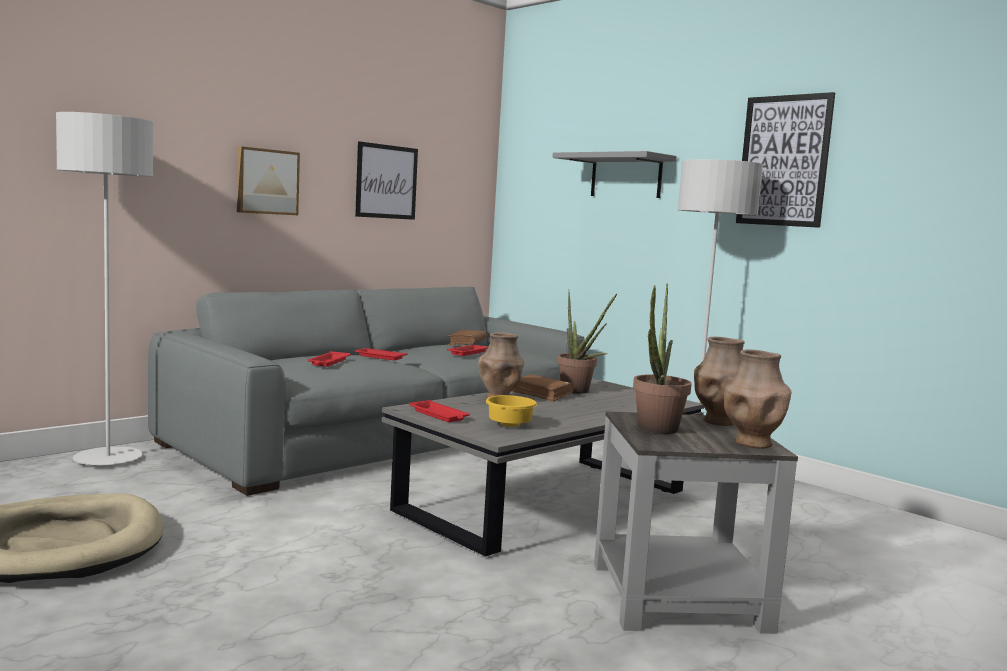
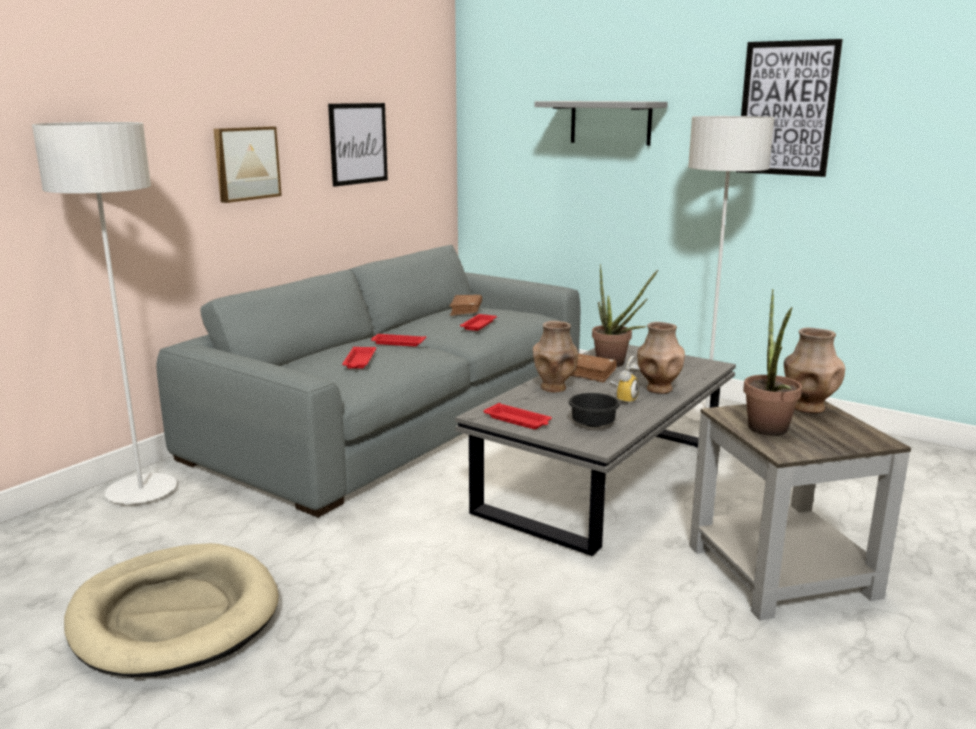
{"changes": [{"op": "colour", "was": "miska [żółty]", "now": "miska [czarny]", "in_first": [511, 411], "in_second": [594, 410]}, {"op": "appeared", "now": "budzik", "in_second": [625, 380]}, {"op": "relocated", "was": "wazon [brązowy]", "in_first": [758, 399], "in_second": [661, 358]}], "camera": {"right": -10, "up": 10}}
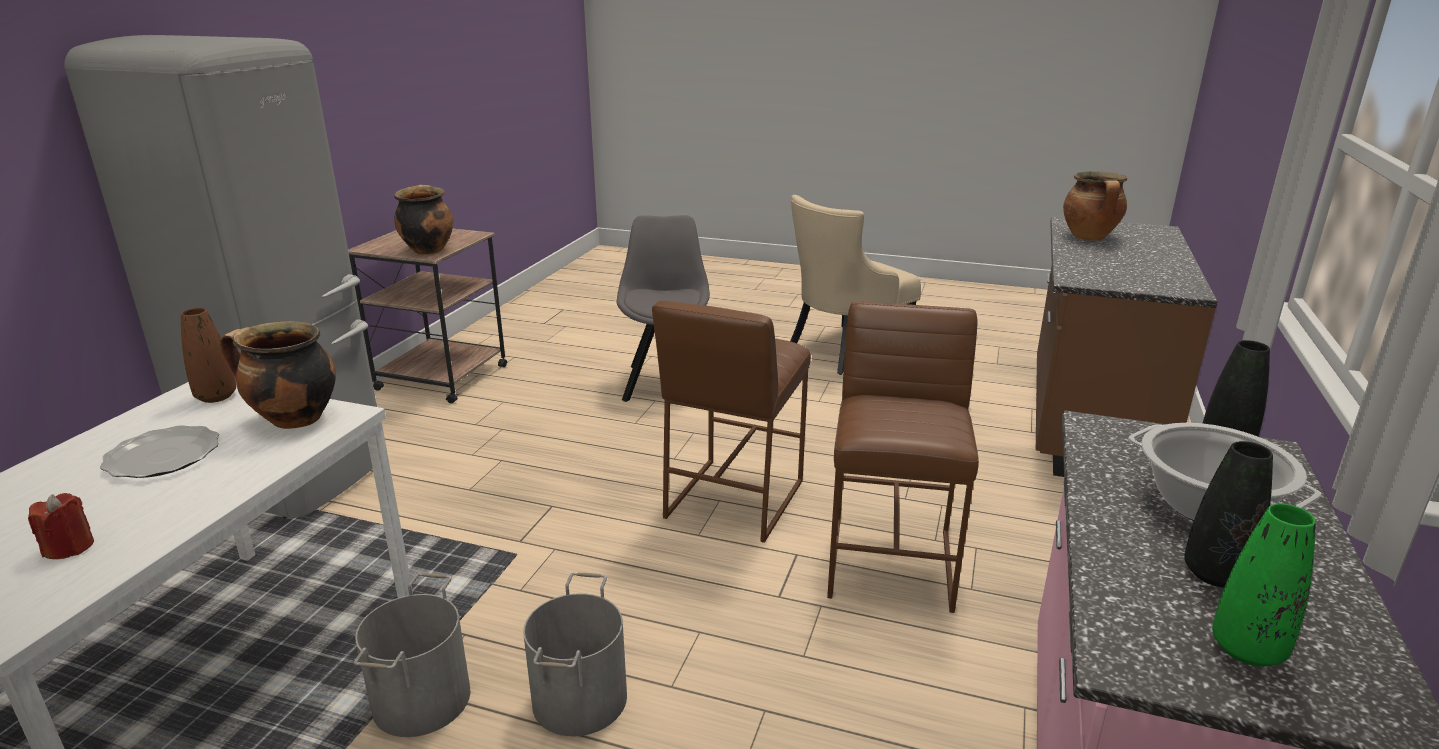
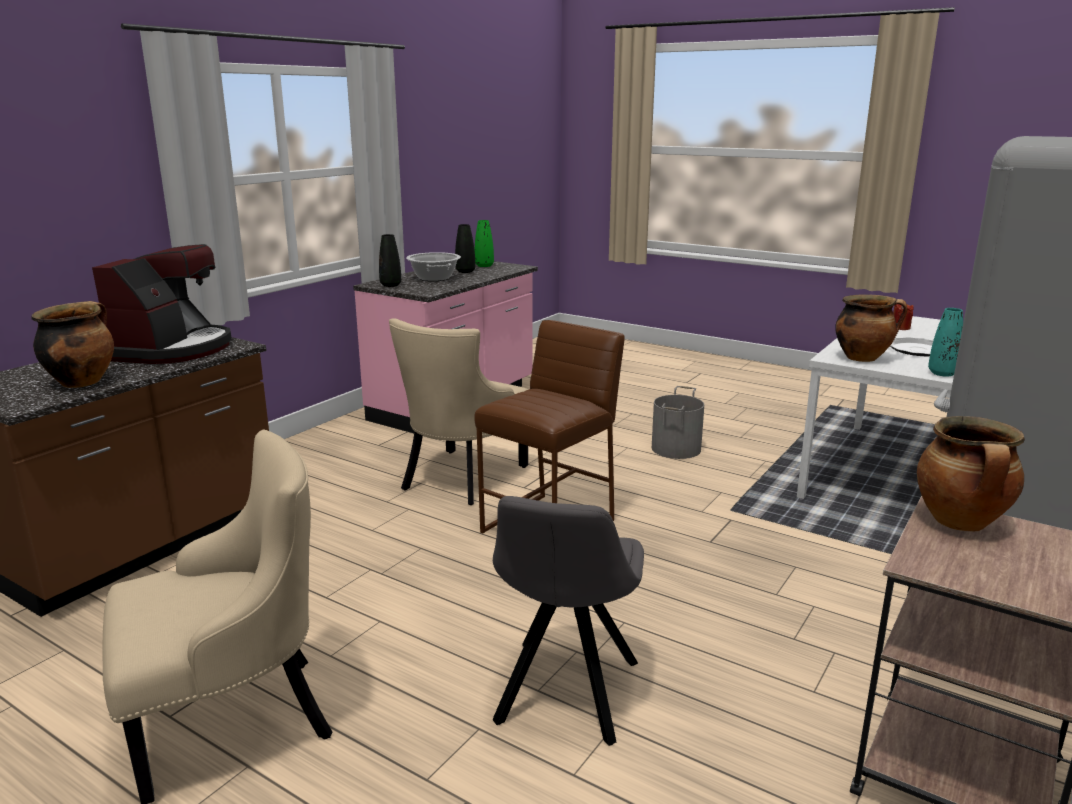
{"changes": [{"op": "appeared", "now": "ekspres do kawy", "in_second": [162, 304]}, {"op": "exchanged", "was": "stołek [brązowy]", "now": "krzesło [beżowy]", "in_first": [903, 457], "in_second": [458, 411]}, {"op": "colour", "was": "wazon [brązowy]", "now": "wazon [turkusowy]", "in_first": [208, 355], "in_second": [945, 342]}, {"op": "missing", "was": "wiadro [szary]", "in_first": [412, 655]}], "camera": {"right": -165, "up": -5}}
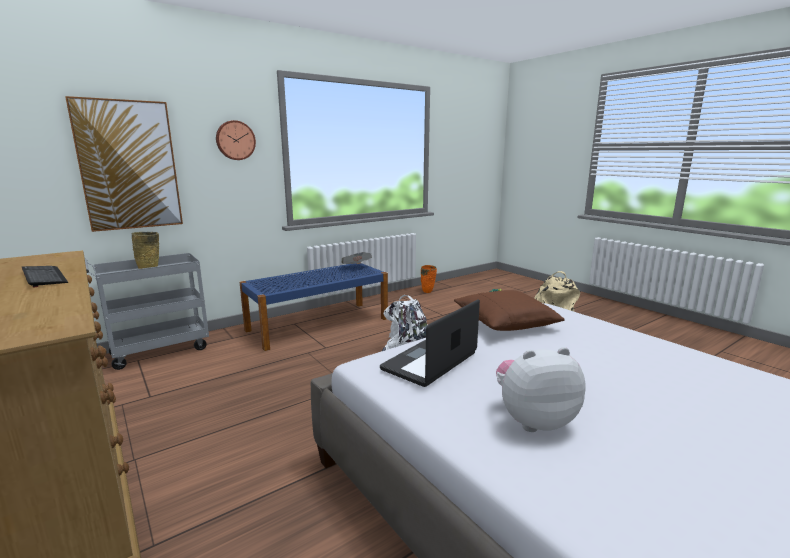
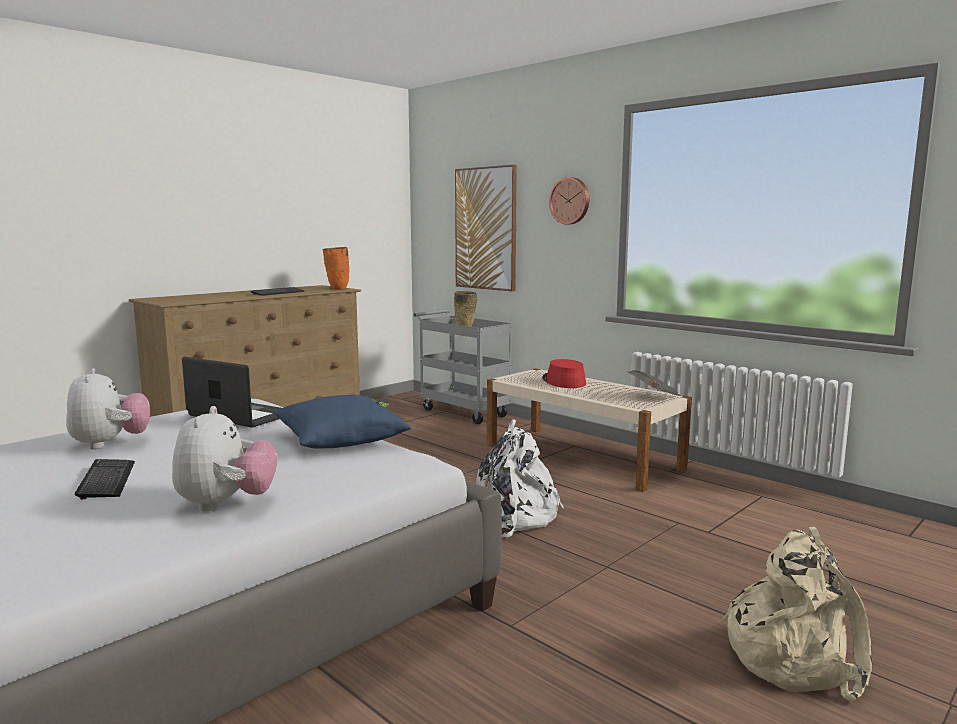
{"changes": [{"op": "appeared", "now": "klawiatura", "in_second": [105, 479]}, {"op": "appeared", "now": "pluszak", "in_second": [224, 459]}, {"op": "colour", "was": "poduszka [brązowy]", "now": "poduszka [niebieski]", "in_first": [509, 310], "in_second": [342, 422]}, {"op": "relocated", "was": "wazon [pomarańczowy]", "in_first": [429, 279], "in_second": [336, 268]}, {"op": "colour", "was": "ławka [niebieski]", "now": "ławka [beżowy]", "in_first": [313, 307], "in_second": [589, 430]}, {"op": "appeared", "now": "kapelusz [czerwony]", "in_second": [564, 373]}], "camera": {"right": 80, "up": -5}}
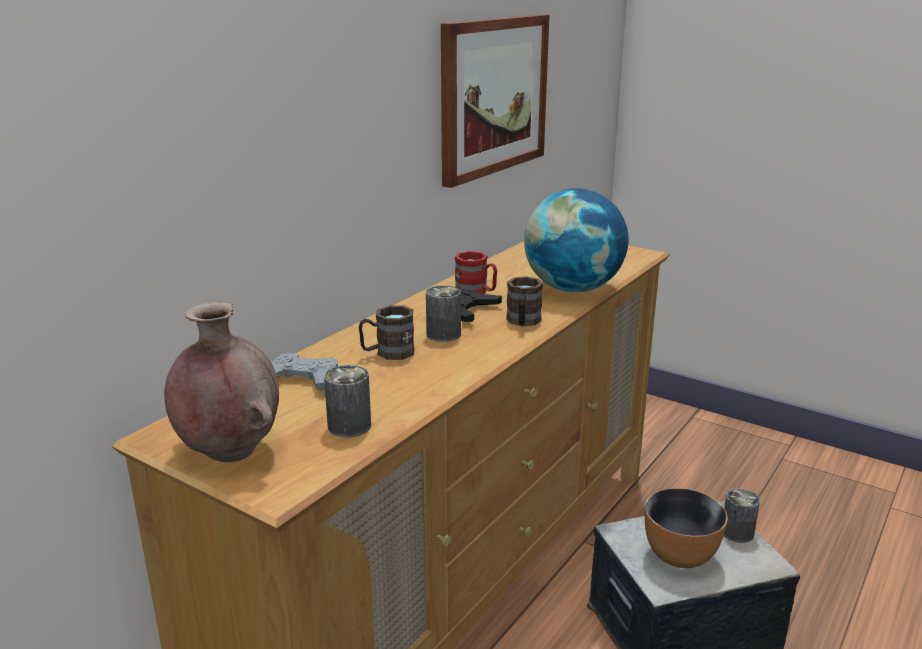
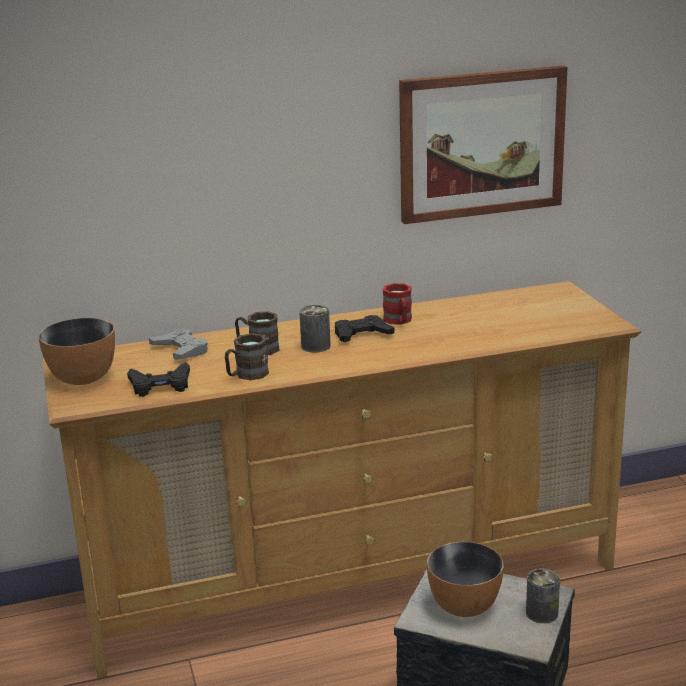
{"changes": [{"op": "exchanged", "was": "wazon [brązowy]", "now": "miska", "in_first": [221, 382], "in_second": [77, 351]}, {"op": "exchanged", "was": "puszka", "now": "pad do gier [czarny]", "in_first": [347, 401], "in_second": [158, 379]}, {"op": "relocated", "was": "kubek [brązowy]", "in_first": [524, 301], "in_second": [247, 356]}, {"op": "missing", "was": "globus", "in_first": [576, 240]}], "camera": {"right": 40, "up": 0}}
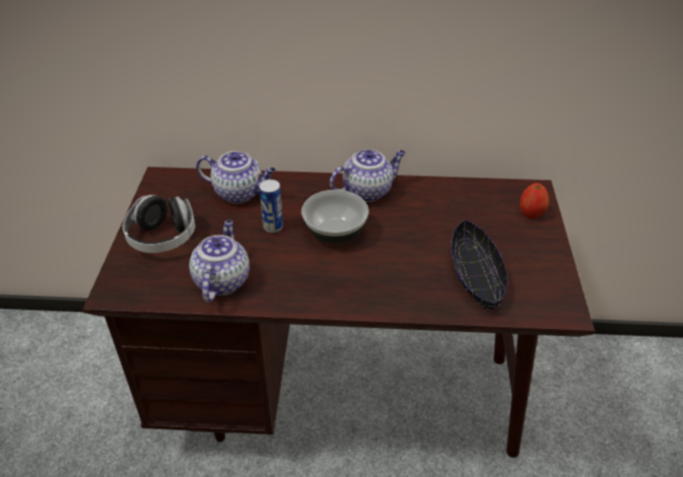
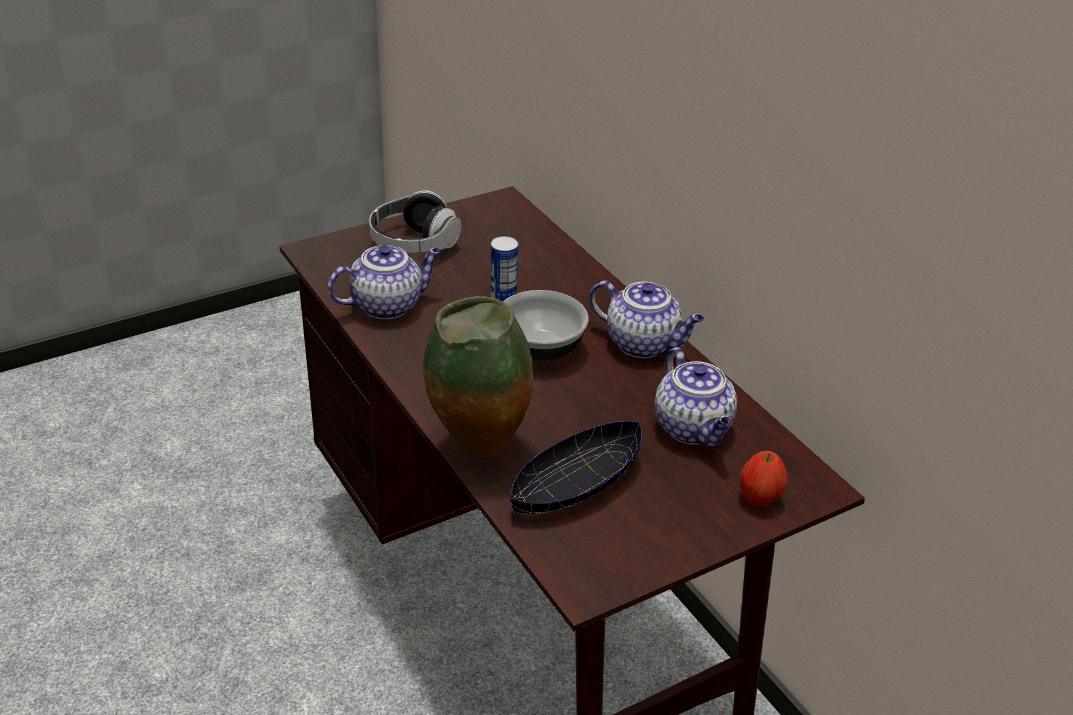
{"changes": [{"op": "appeared", "now": "wazon", "in_second": [478, 377]}, {"op": "relocated", "was": "imbryk", "in_first": [236, 177], "in_second": [696, 397]}], "camera": {"right": 55, "up": -5}}
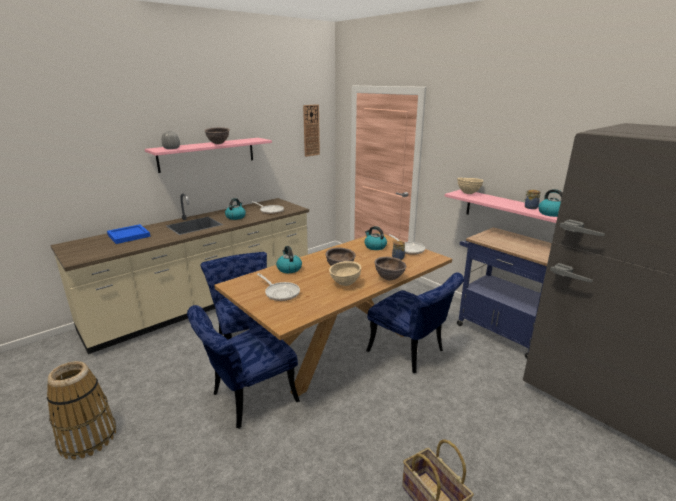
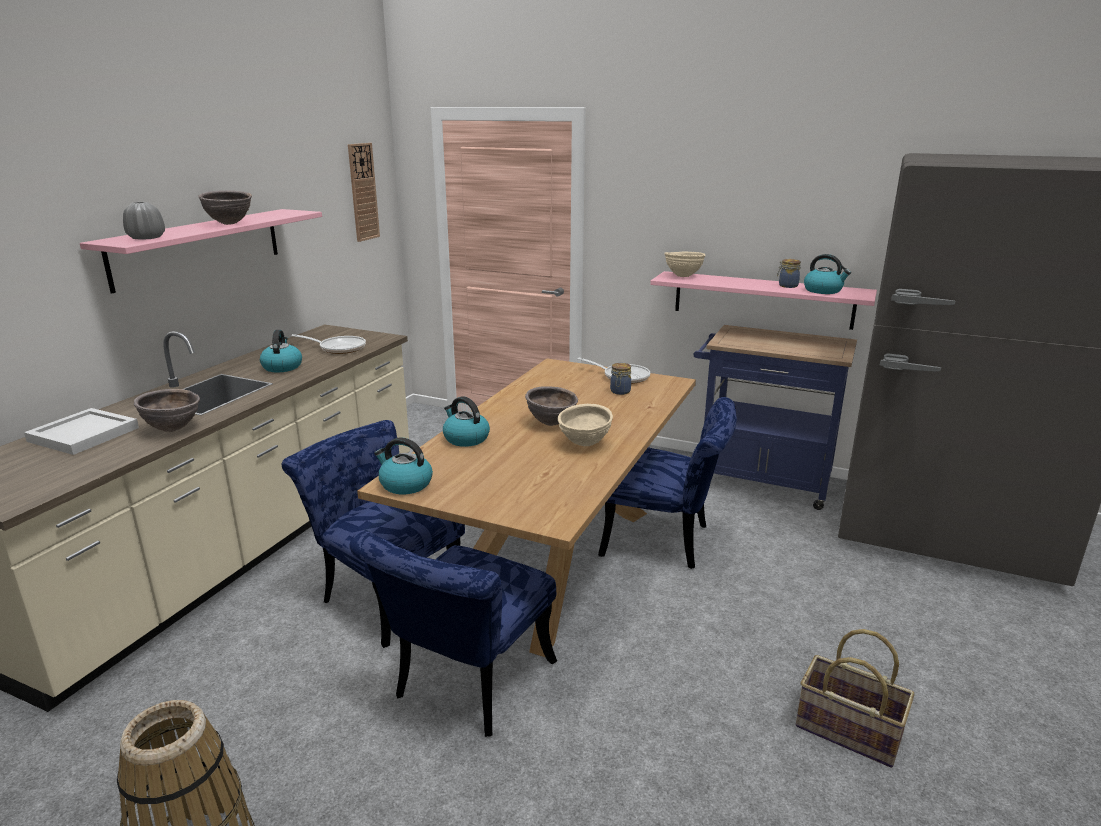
{"changes": [{"op": "colour", "was": "taca [niebieski]", "now": "taca [biały]", "in_first": [129, 234], "in_second": [81, 431]}, {"op": "relocated", "was": "miska [brązowy]", "in_first": [390, 269], "in_second": [167, 410]}, {"op": "relocated", "was": "czajnik", "in_first": [376, 238], "in_second": [403, 465]}, {"op": "missing", "was": "patelnia", "in_first": [278, 287]}], "camera": {"right": -25, "up": 0}}
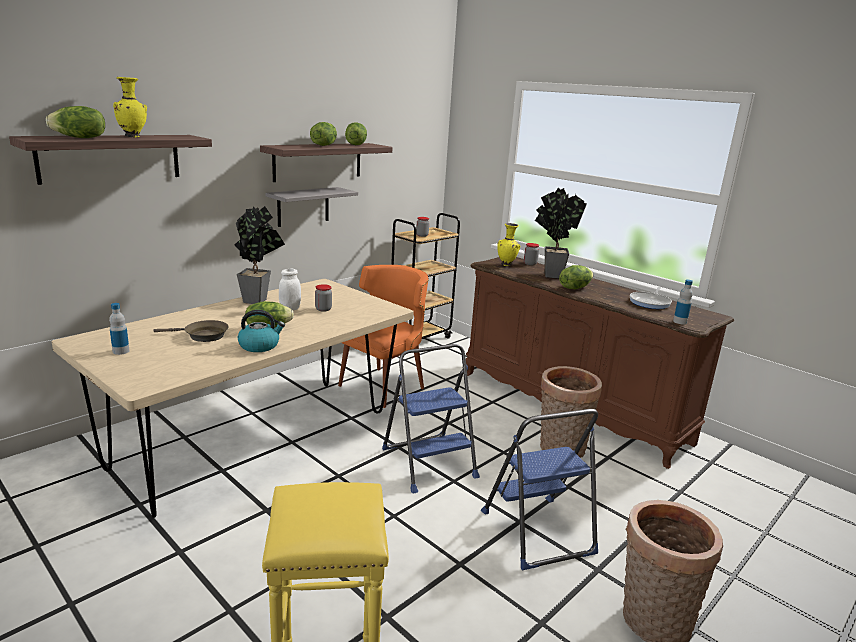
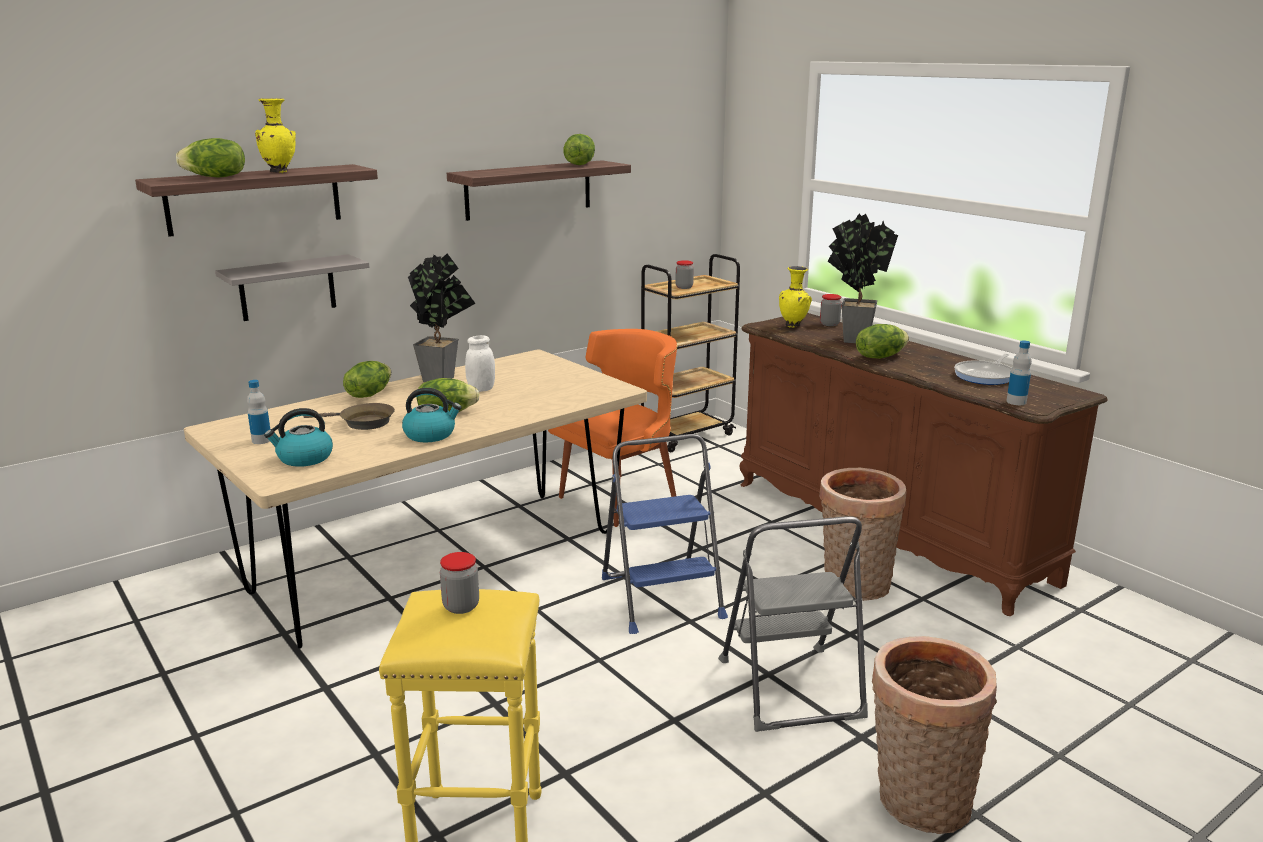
{"changes": [{"op": "relocated", "was": "półka [szary]", "in_first": [312, 207], "in_second": [292, 287]}, {"op": "appeared", "now": "czajnik", "in_second": [298, 437]}, {"op": "relocated", "was": "sałata", "in_first": [323, 134], "in_second": [367, 379]}, {"op": "relocated", "was": "słoik", "in_first": [323, 298], "in_second": [459, 583]}, {"op": "colour", "was": "drabinka [niebieski]", "now": "drabinka [szary]", "in_first": [539, 489], "in_second": [793, 624]}], "camera": {"right": 10, "up": 0}}
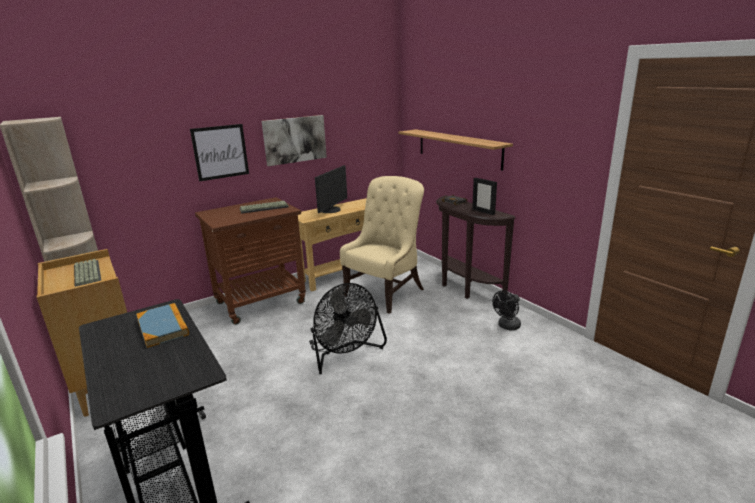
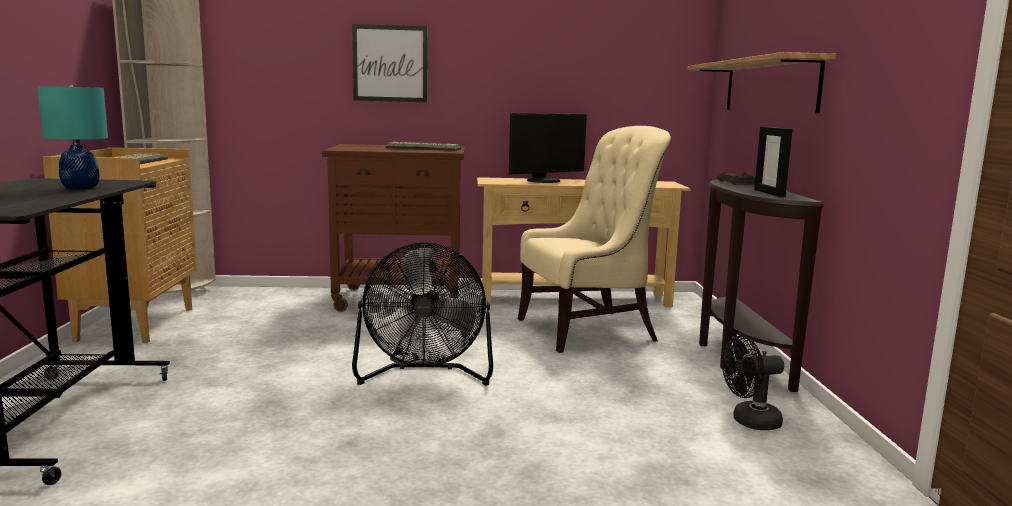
{"changes": [{"op": "exchanged", "was": "książka", "now": "lampa stołowa [turkusowy]", "in_first": [162, 325], "in_second": [72, 137]}, {"op": "missing", "was": "obraz", "in_first": [294, 140]}], "camera": {"right": 30, "up": -10}}
